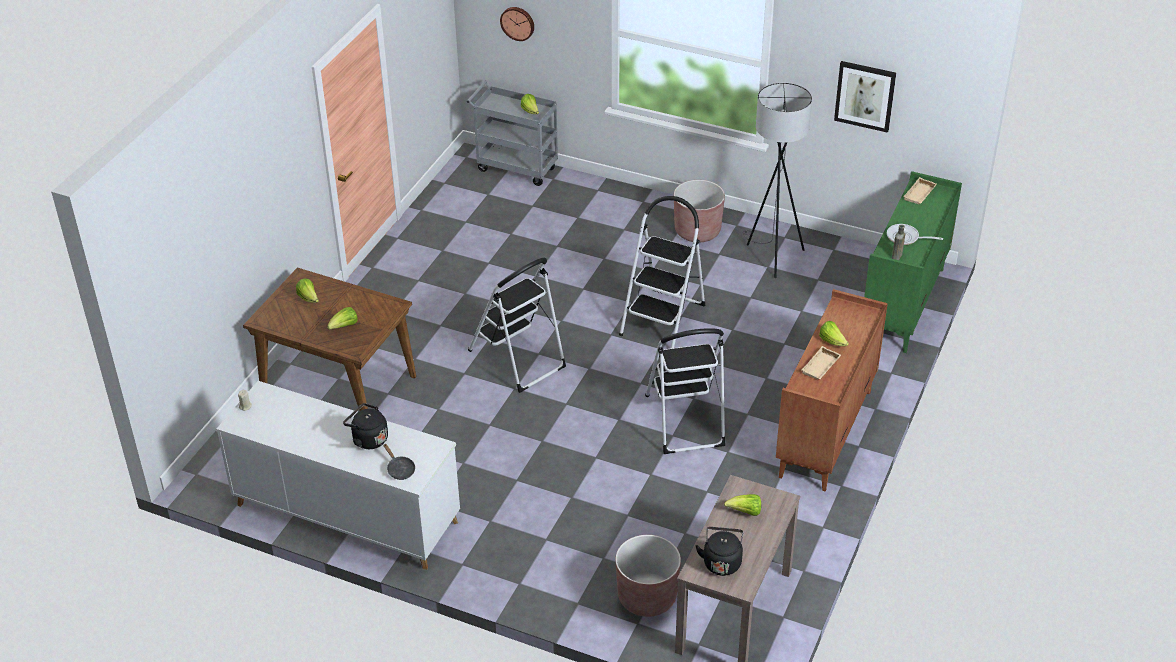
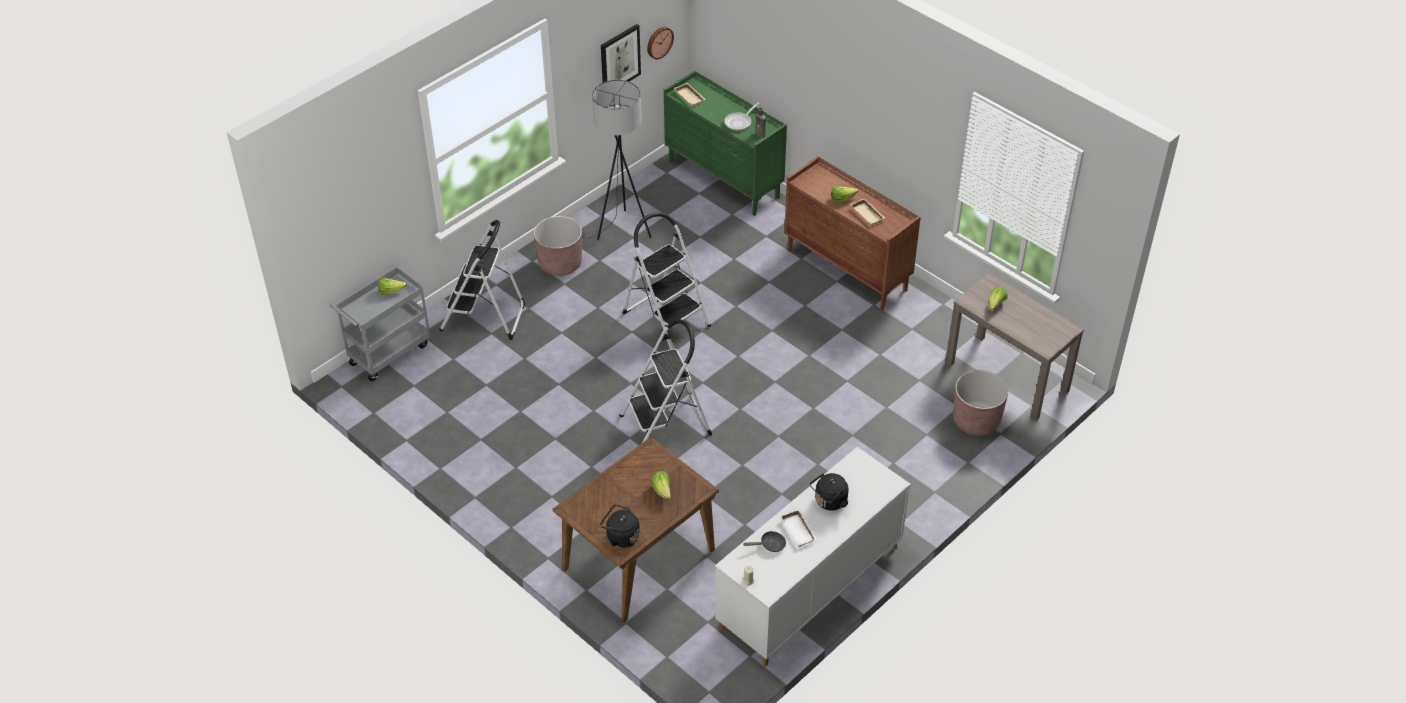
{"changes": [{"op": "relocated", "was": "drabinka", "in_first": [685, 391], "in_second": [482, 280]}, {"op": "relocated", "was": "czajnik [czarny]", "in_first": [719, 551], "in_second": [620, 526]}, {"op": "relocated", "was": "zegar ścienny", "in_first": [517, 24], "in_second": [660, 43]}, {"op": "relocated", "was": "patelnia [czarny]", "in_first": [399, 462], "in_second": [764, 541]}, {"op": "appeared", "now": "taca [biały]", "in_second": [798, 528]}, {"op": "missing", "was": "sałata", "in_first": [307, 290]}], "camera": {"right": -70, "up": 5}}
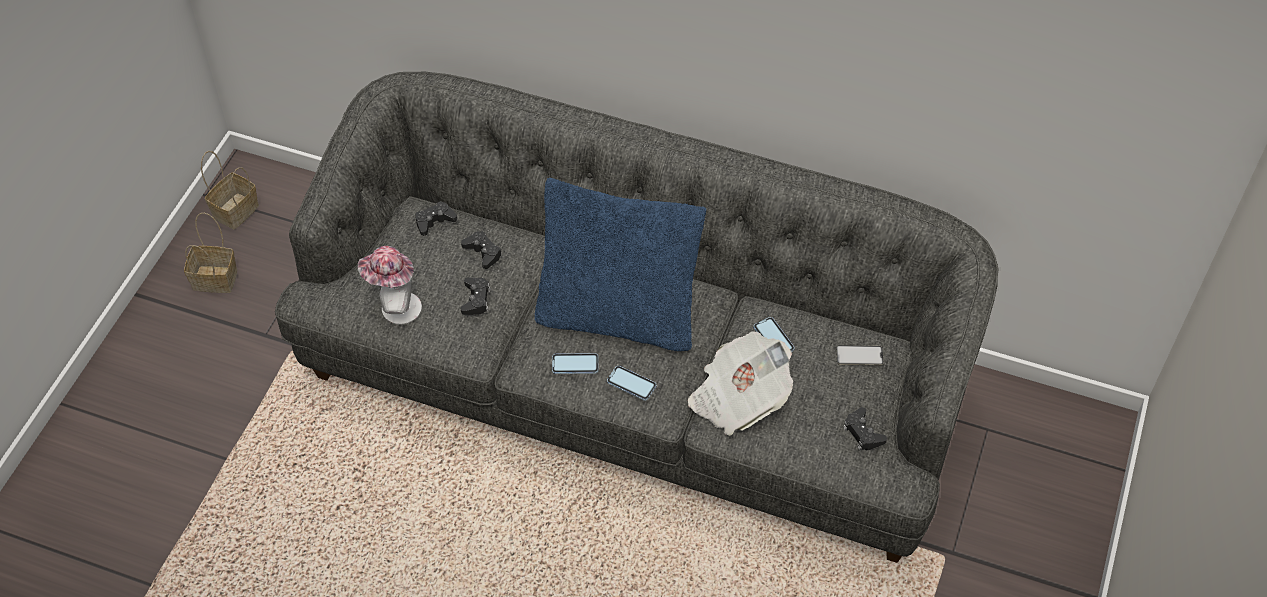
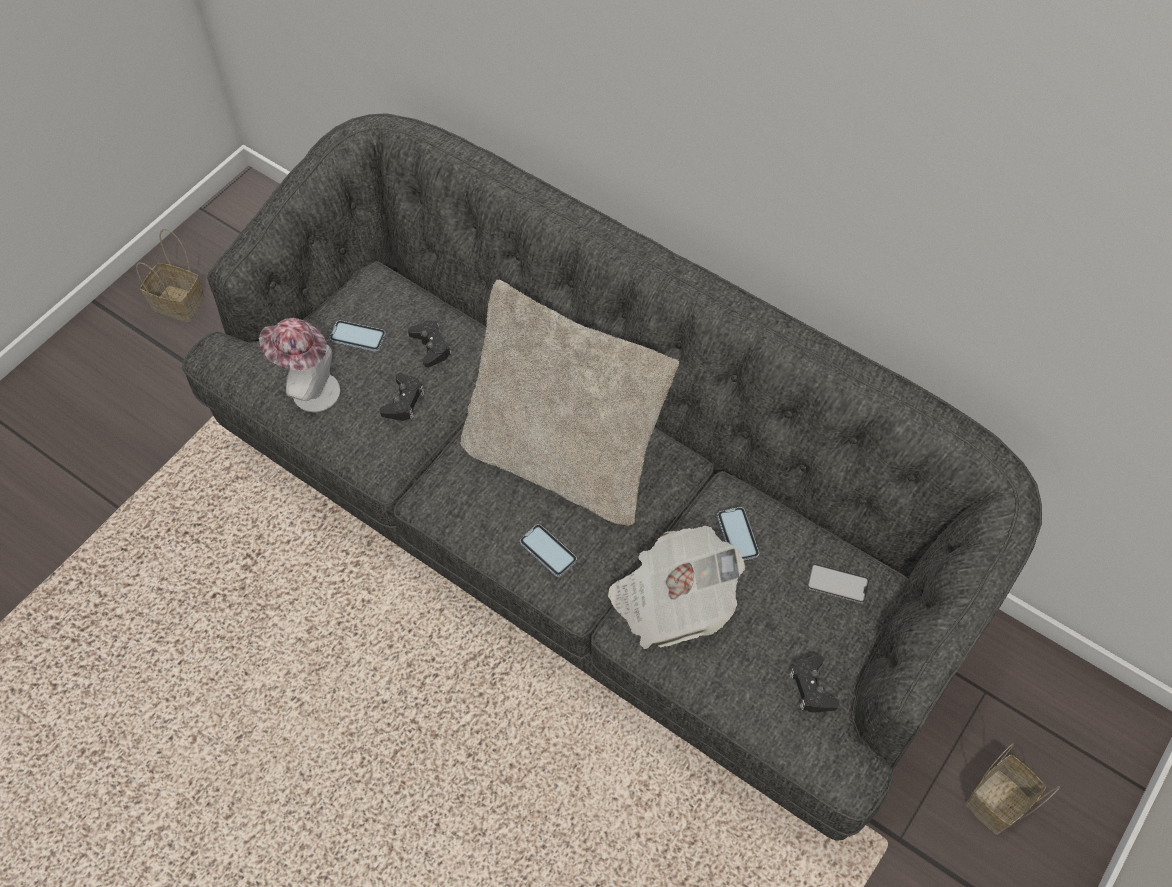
{"changes": [{"op": "relocated", "was": "telefon", "in_first": [575, 363], "in_second": [357, 336]}, {"op": "colour", "was": "poduszka [niebieski]", "now": "poduszka [beżowy]", "in_first": [621, 264], "in_second": [570, 403]}, {"op": "relocated", "was": "koszyk", "in_first": [230, 190], "in_second": [1013, 789]}, {"op": "missing", "was": "pad do gier [czarny]", "in_first": [436, 218]}], "camera": {"right": 15, "up": 5}}
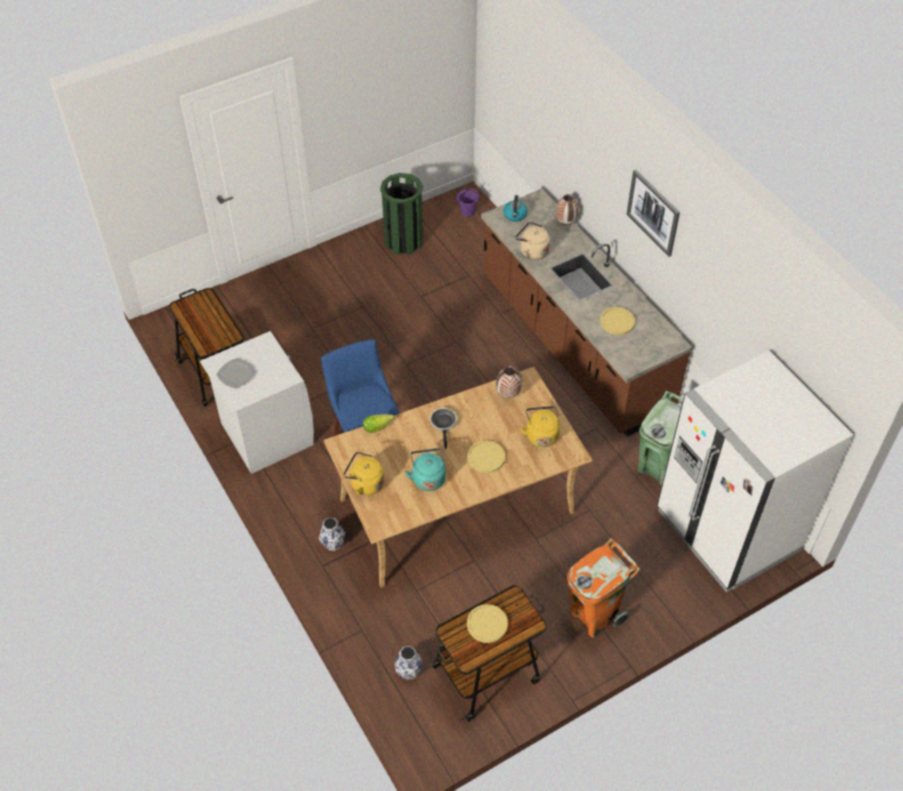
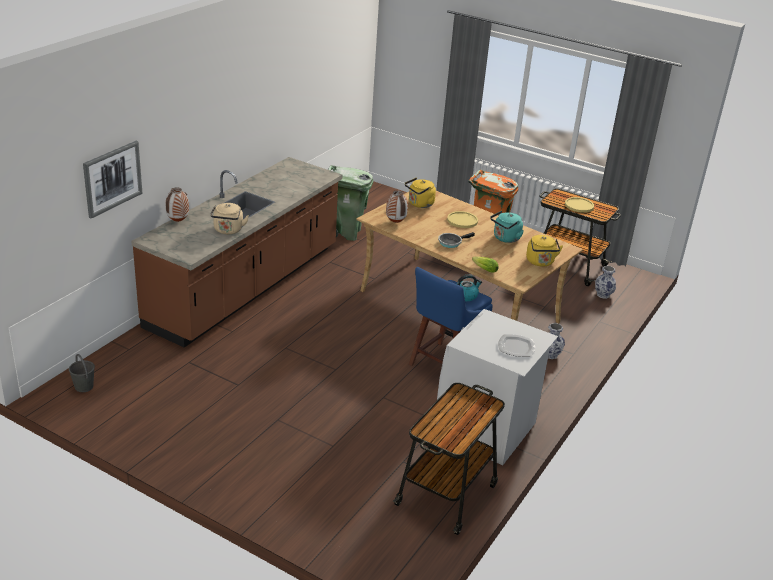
{"changes": [{"op": "colour", "was": "wiadro [fioletowy]", "now": "wiadro [szary]", "in_first": [468, 203], "in_second": [82, 373]}, {"op": "relocated", "was": "obraz", "in_first": [653, 213], "in_second": [112, 180]}, {"op": "relocated", "was": "czajnik", "in_first": [515, 208], "in_second": [469, 287]}, {"op": "missing", "was": "kosz na śmieci [zielony]", "in_first": [401, 214]}, {"op": "missing", "was": "talerz [żółty]", "in_first": [617, 321]}, {"op": "missing", "was": "lodówka [biały]", "in_first": [755, 471]}], "camera": {"right": -120, "up": -20}}
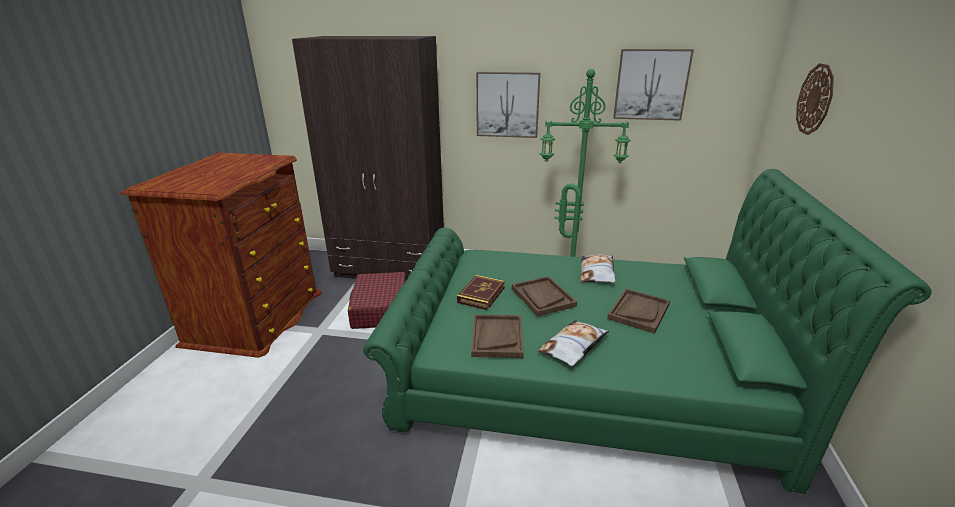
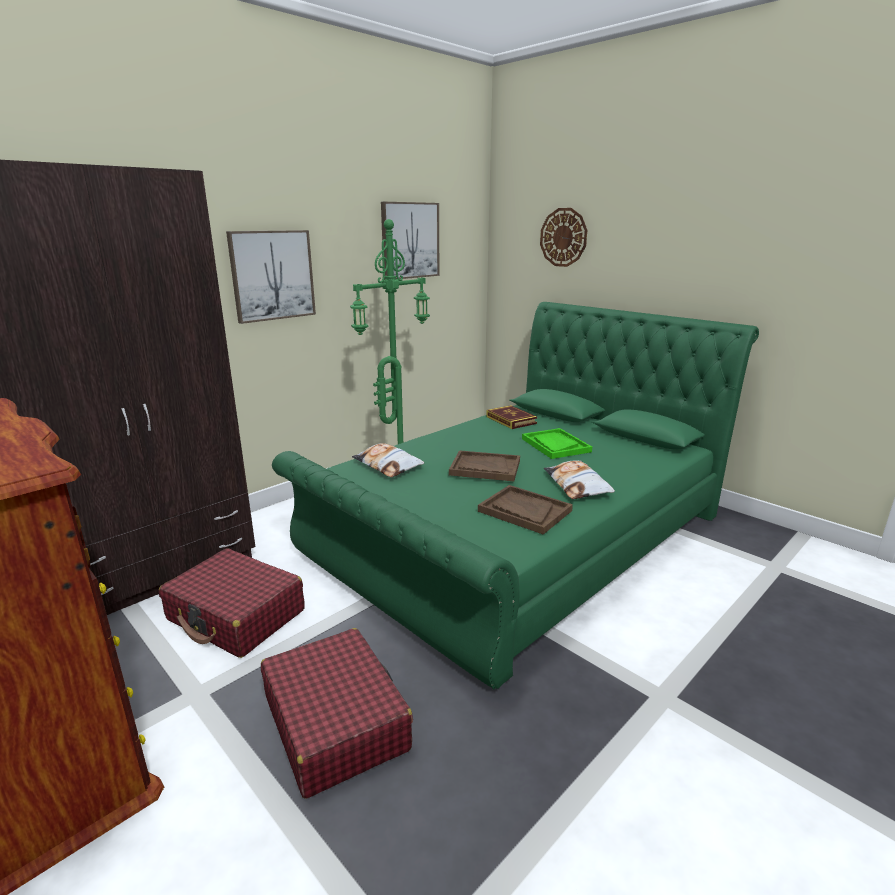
{"changes": [{"op": "appeared", "now": "walizka [czerwony]", "in_second": [337, 713]}, {"op": "relocated", "was": "poduszka", "in_first": [597, 268], "in_second": [388, 460]}, {"op": "relocated", "was": "książka", "in_first": [481, 292], "in_second": [511, 417]}, {"op": "colour", "was": "taca [brązowy]", "now": "taca [zielony]", "in_first": [638, 311], "in_second": [557, 443]}], "camera": {"right": -55, "up": -5}}
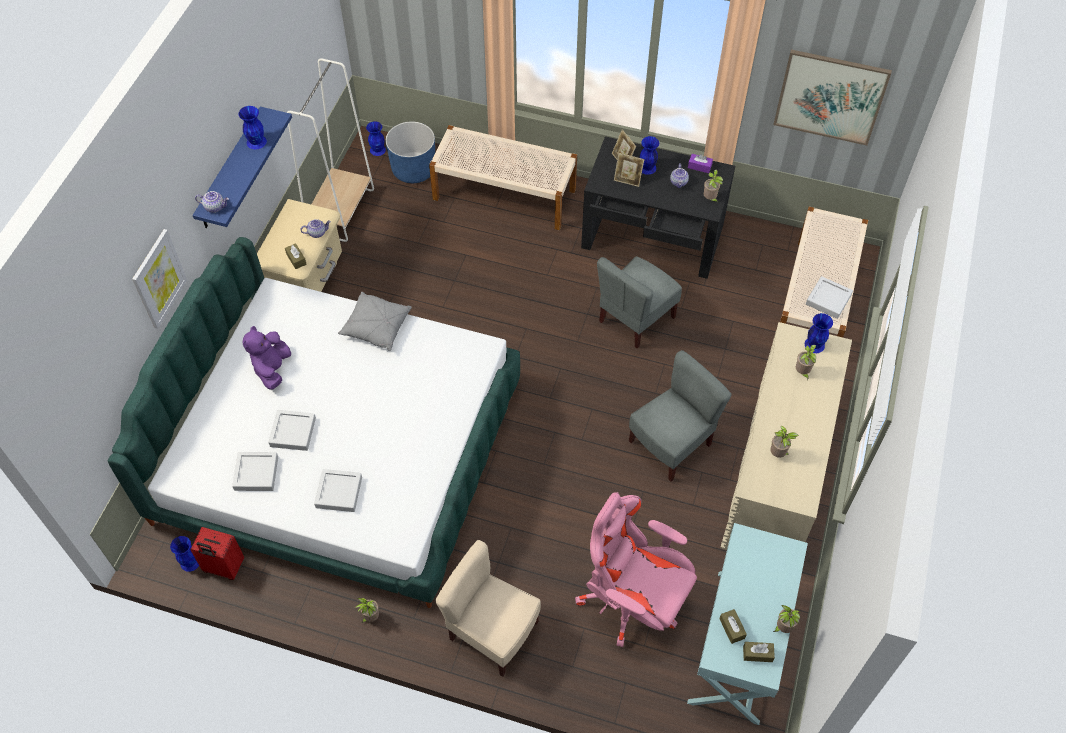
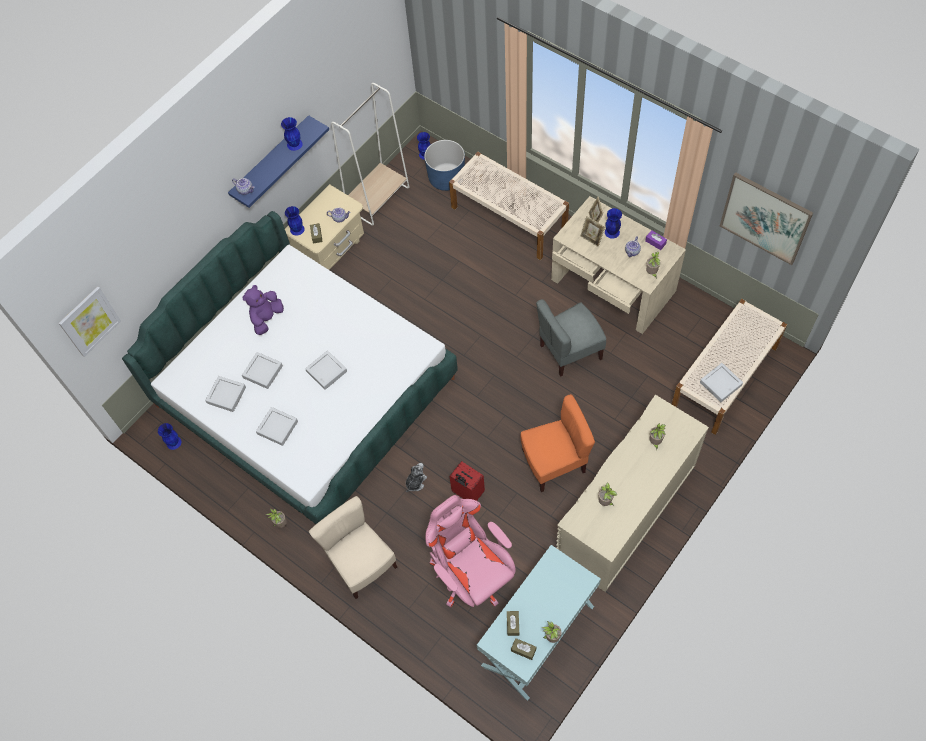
{"changes": [{"op": "relocated", "was": "obraz", "in_first": [159, 279], "in_second": [90, 321]}, {"op": "relocated", "was": "wazon [niebieski]", "in_first": [819, 333], "in_second": [294, 221]}, {"op": "appeared", "now": "taca [szary]", "in_second": [326, 370]}, {"op": "appeared", "now": "pluszak", "in_second": [416, 477]}, {"op": "relocated", "was": "walizka [czerwony]", "in_first": [217, 553], "in_second": [467, 481]}, {"op": "colour", "was": "krzesło [szary]", "now": "krzesło [pomarańczowy]", "in_first": [680, 416], "in_second": [557, 443]}, {"op": "colour", "was": "biurko [czarny]", "now": "biurko [beżowy]", "in_first": [658, 207], "in_second": [618, 265]}, {"op": "missing", "was": "poduszka [szary]", "in_first": [375, 321]}], "camera": {"right": 25, "up": 5}}
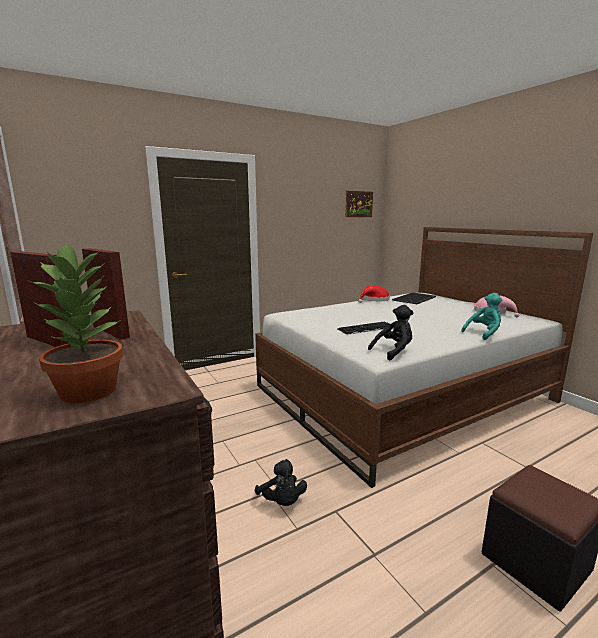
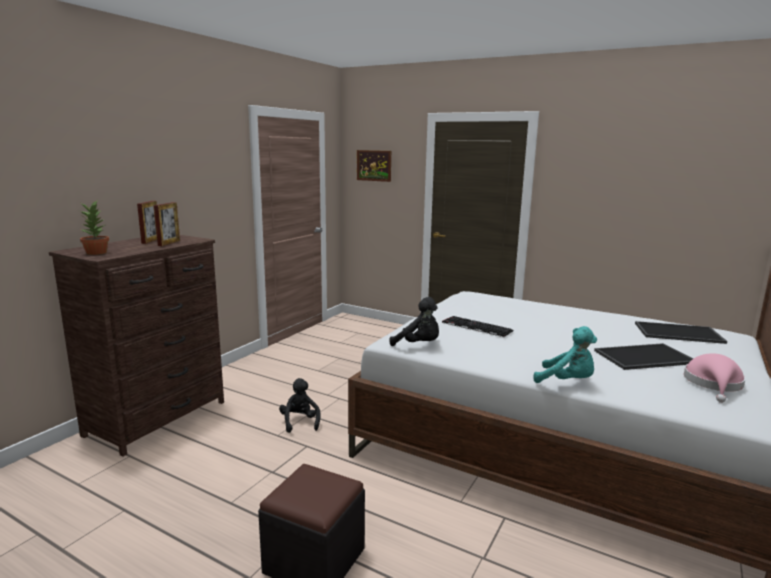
{"changes": [{"op": "spun", "was": "pluszak [czarny]", "in_first": [281, 482], "in_second": [300, 405], "clockwise": 135}, {"op": "relocated", "was": "obraz", "in_first": [359, 204], "in_second": [374, 166]}, {"op": "appeared", "now": "taca", "in_second": [643, 356]}, {"op": "missing", "was": "kapelusz [czerwony]", "in_first": [374, 294]}], "camera": {"right": 60, "up": 0}}
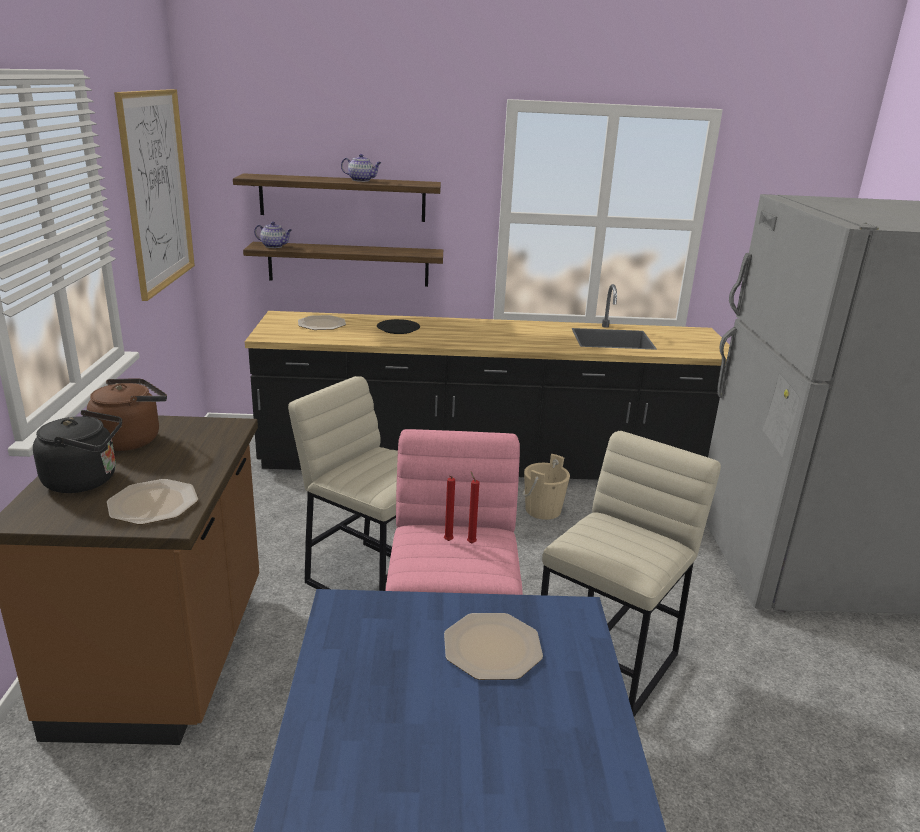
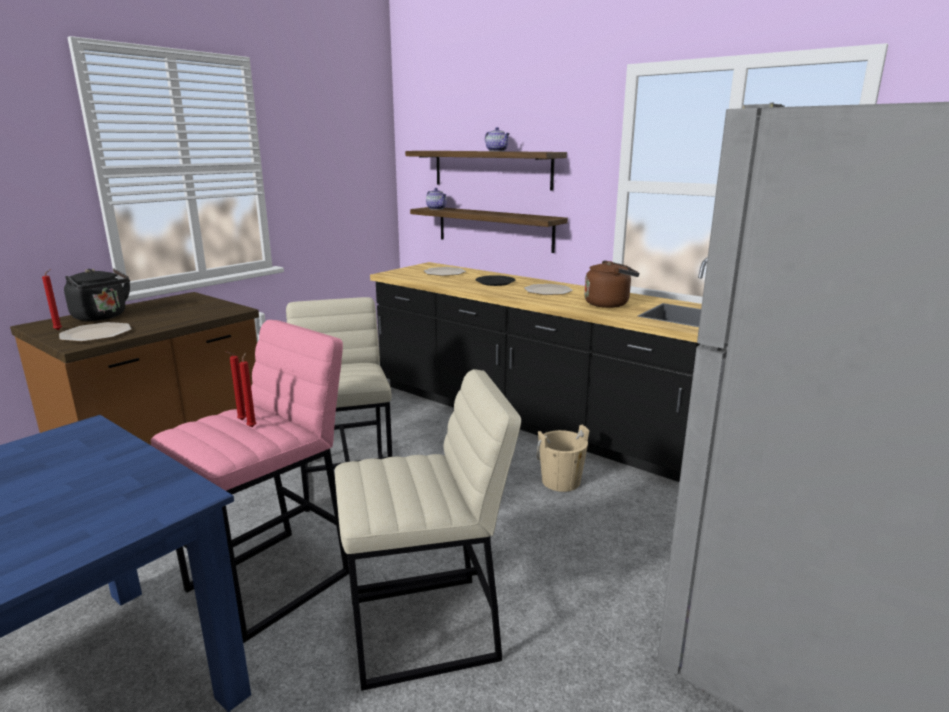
{"changes": [{"op": "appeared", "now": "świeca [czerwony]", "in_second": [52, 299]}, {"op": "relocated", "was": "talerz", "in_first": [493, 646], "in_second": [548, 289]}, {"op": "relocated", "was": "czajnik [brązowy]", "in_first": [127, 414], "in_second": [611, 284]}, {"op": "missing", "was": "obraz", "in_first": [154, 195]}], "camera": {"right": 40, "up": -5}}
